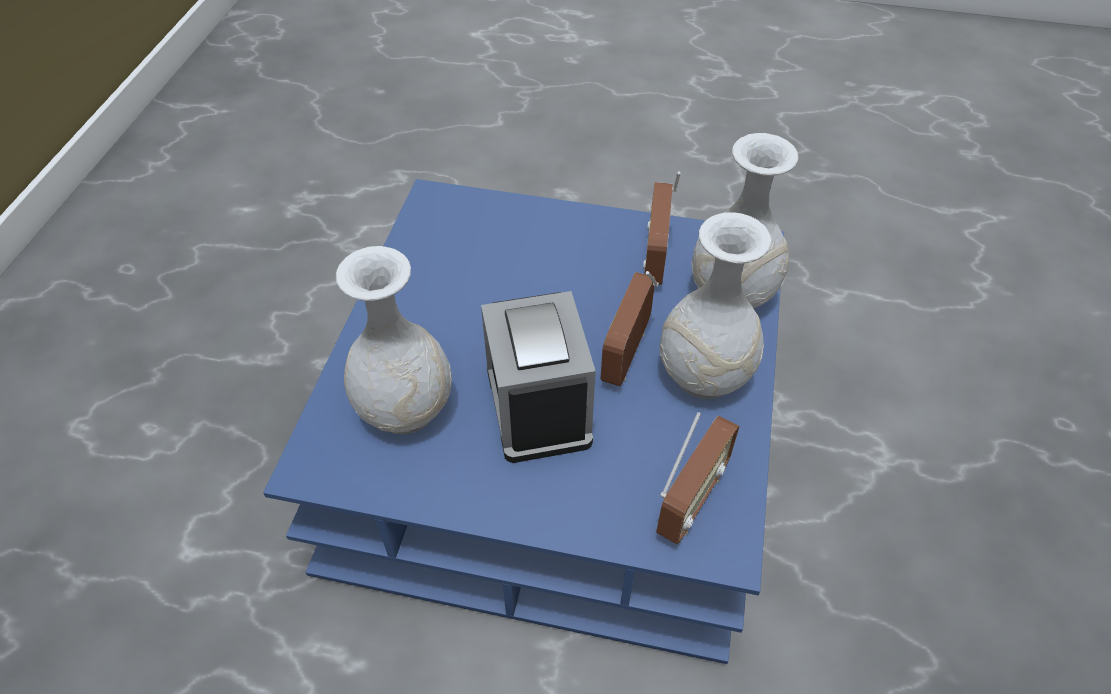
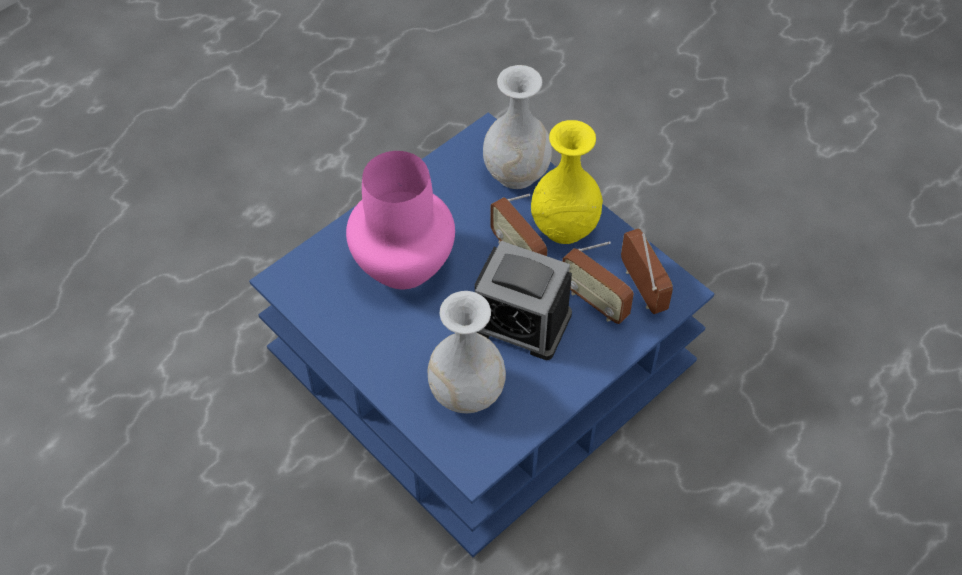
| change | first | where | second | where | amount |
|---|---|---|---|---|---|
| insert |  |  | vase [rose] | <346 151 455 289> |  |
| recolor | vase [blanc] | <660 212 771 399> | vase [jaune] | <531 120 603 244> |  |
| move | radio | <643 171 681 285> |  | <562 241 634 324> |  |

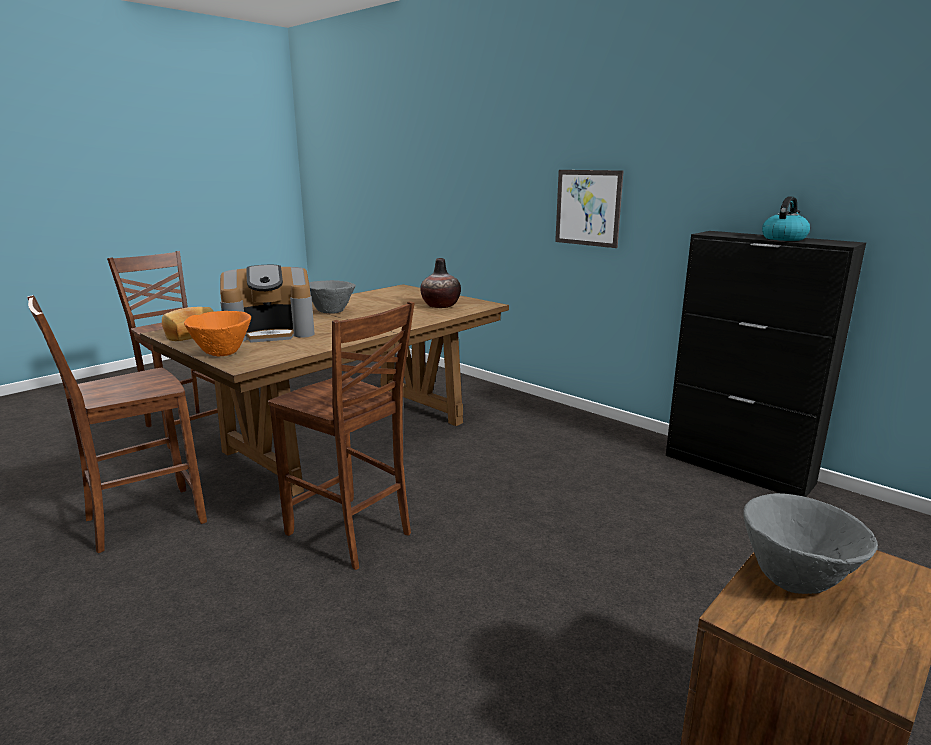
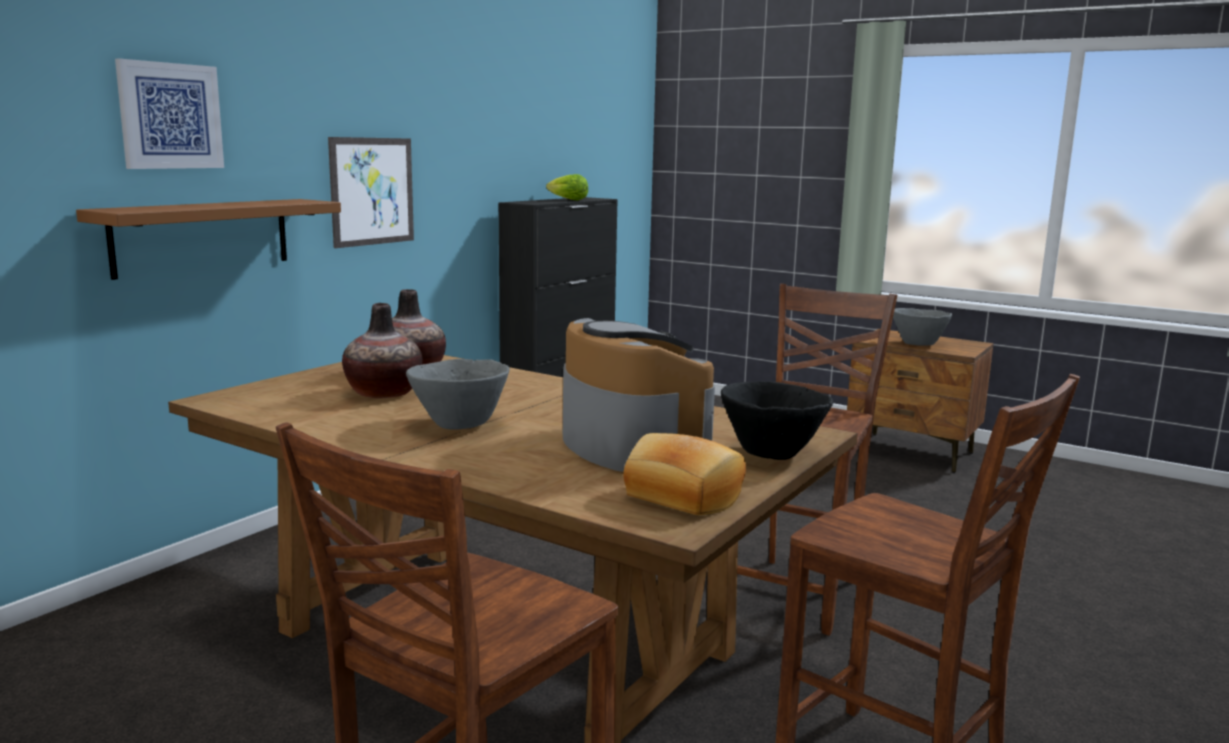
| change | first | where | second | where | amount |
|---|---|---|---|---|---|
| insert |  |  | étagère [marron] | <76 199 341 280> |  |
| insert |  |  | tableau | <115 58 224 169> |  |
| insert |  |  | vase | <342 303 422 399> |  |
| replace | bouilloire | <762 196 810 241> | laitue | <546 174 588 200> |  |
| recolor | bol [orange] | <184 311 251 356> | bol [noir] | <721 381 833 460> |  |

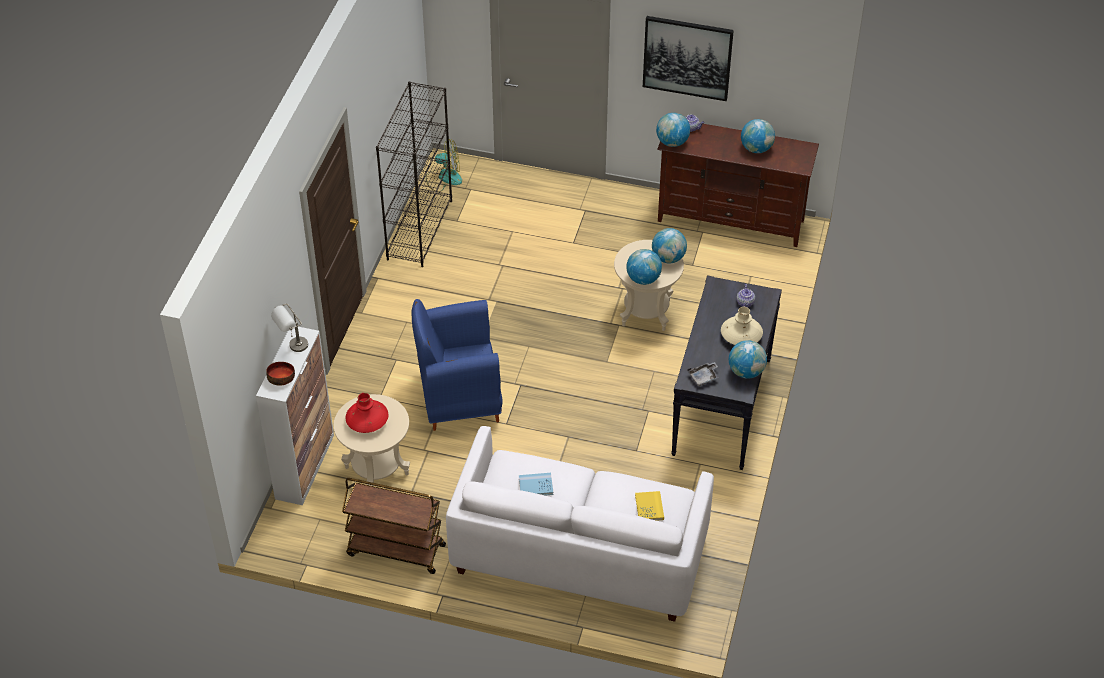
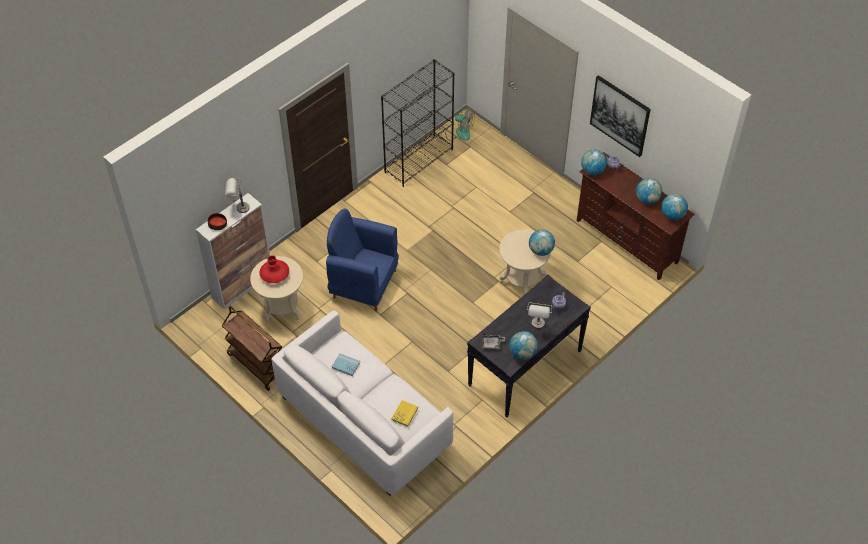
| change | first | where | second | where | amount |
|---|---|---|---|---|---|
| replace | vase [beige] | <721 307 763 345> | lampe de table [gris] | <527 302 552 329> |  |
| move | globe | <626 249 662 285> |  | <661 194 688 220> |  |

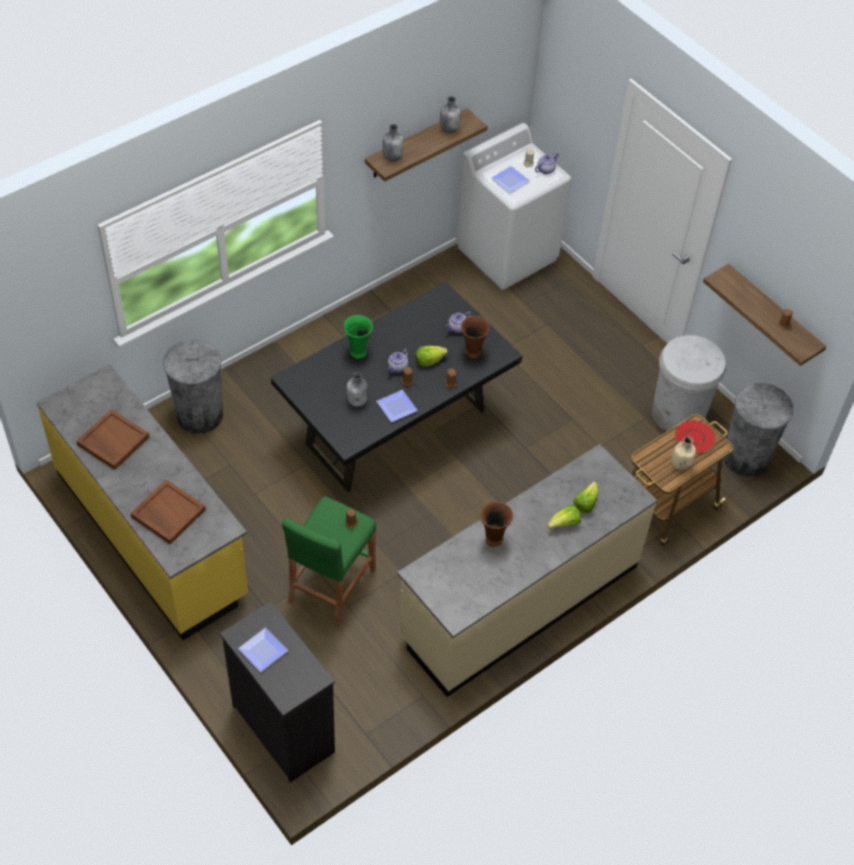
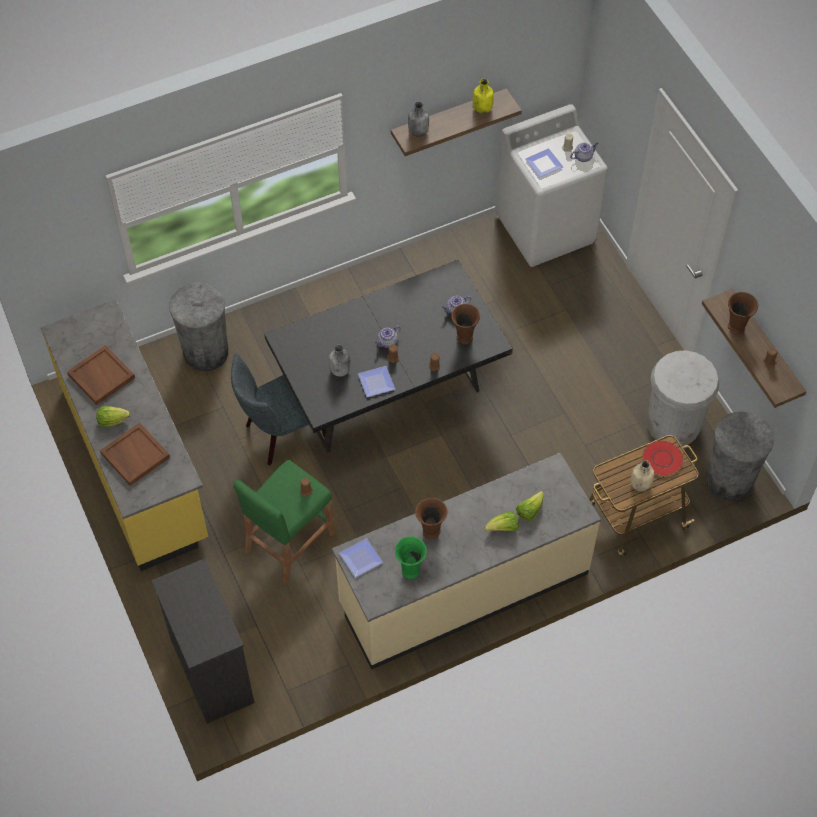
| change | first | where | second | where | amount |
|---|---|---|---|---|---|
| move | laitue | <416 346 448 367> |  | <96 406 130 427> |  |
| insert |  |  | chaise [gris] | <231 353 326 465> |  |
| move | assiette | <238 628 288 672> |  | <339 538 383 578> |  |
| move | vase [vert] | <344 315 373 359> |  | <395 536 427 579> |  |
| recolor | bouteille [gris] | <440 96 461 133> | bouteille [jaune] | <473 79 494 114> |  |
| insert |  |  | vase [marron] | <728 292 758 335> |  |

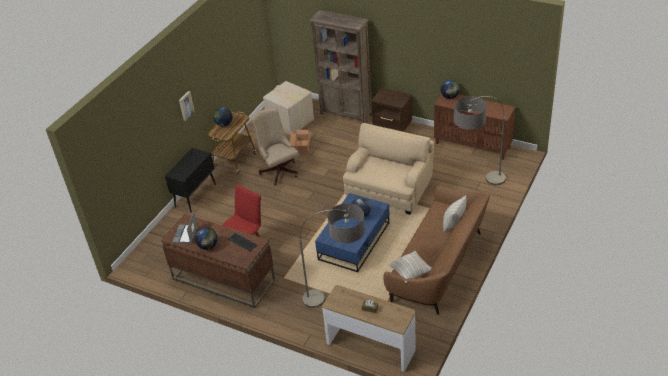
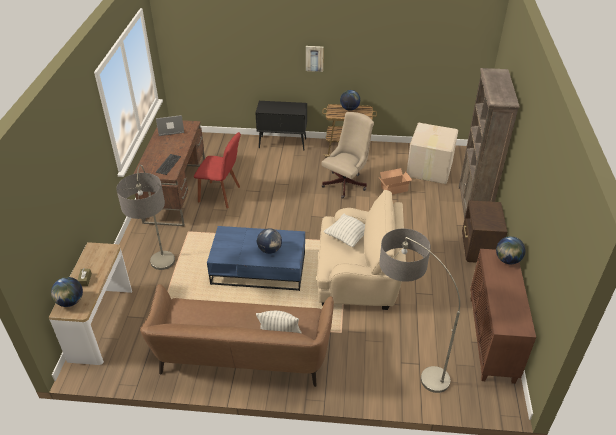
| change | first | where | second | where | amount |
|---|---|---|---|---|---|
| move | globe | <195 227 218 250> |  | <51 277 83 307> |  |
| move | coussin | <388 251 432 283> |  | <323 214 365 247> |  |

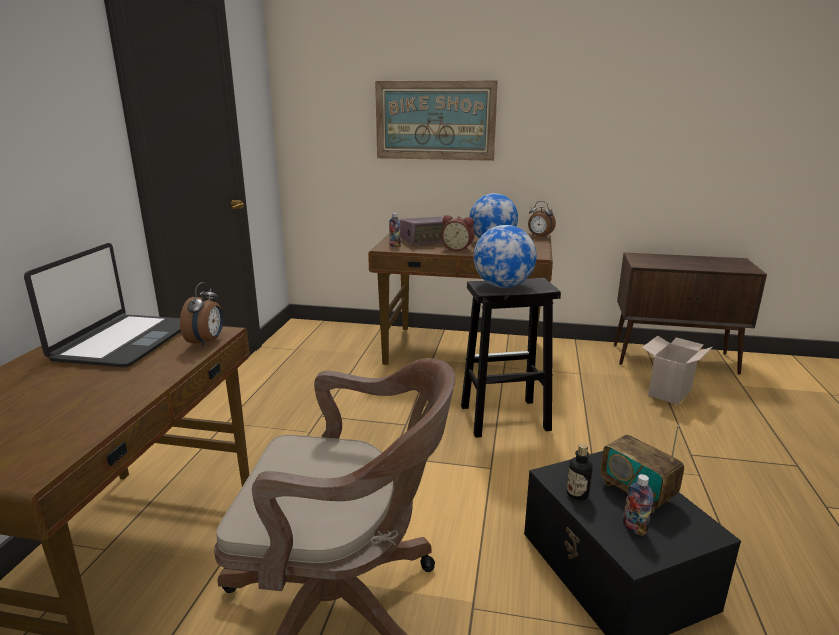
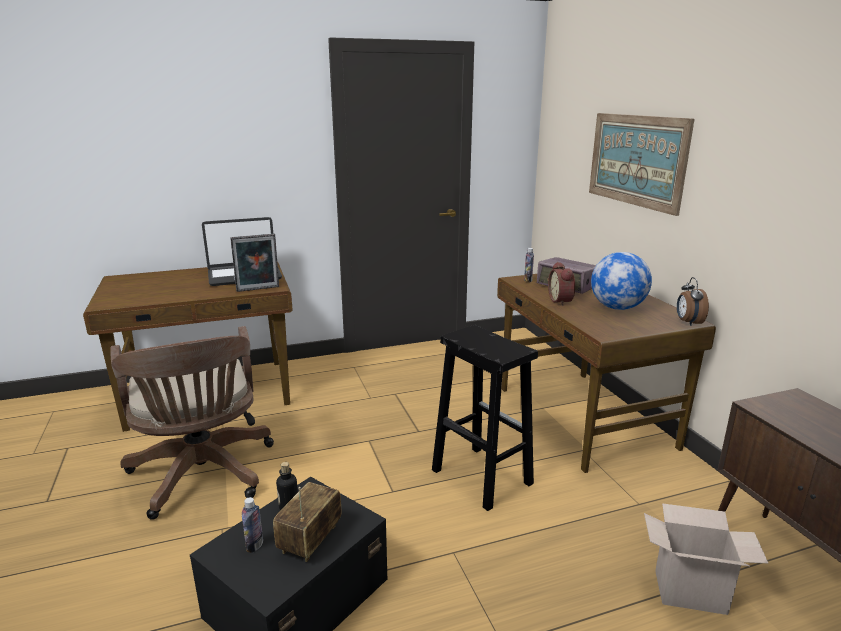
| change | first | where | second | where | amount |
|---|---|---|---|---|---|
| replace | réveil | <180 282 223 347> | cadre photo | <230 234 279 292> |  |
| delete | globe | <474 225 536 288> |  |  |  |

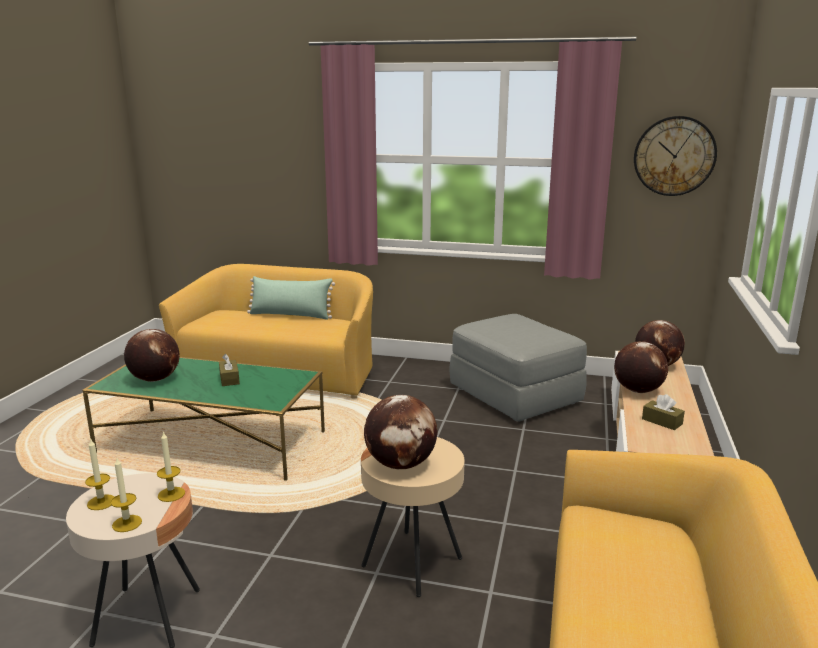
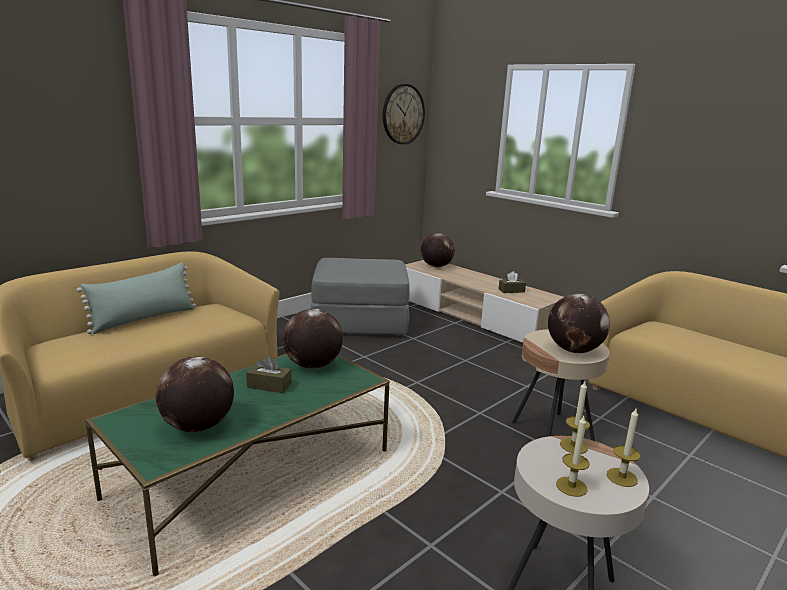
| change | first | where | second | where | amount |
|---|---|---|---|---|---|
| move | globe | <614 341 668 393> |  | <283 309 343 369> |  |

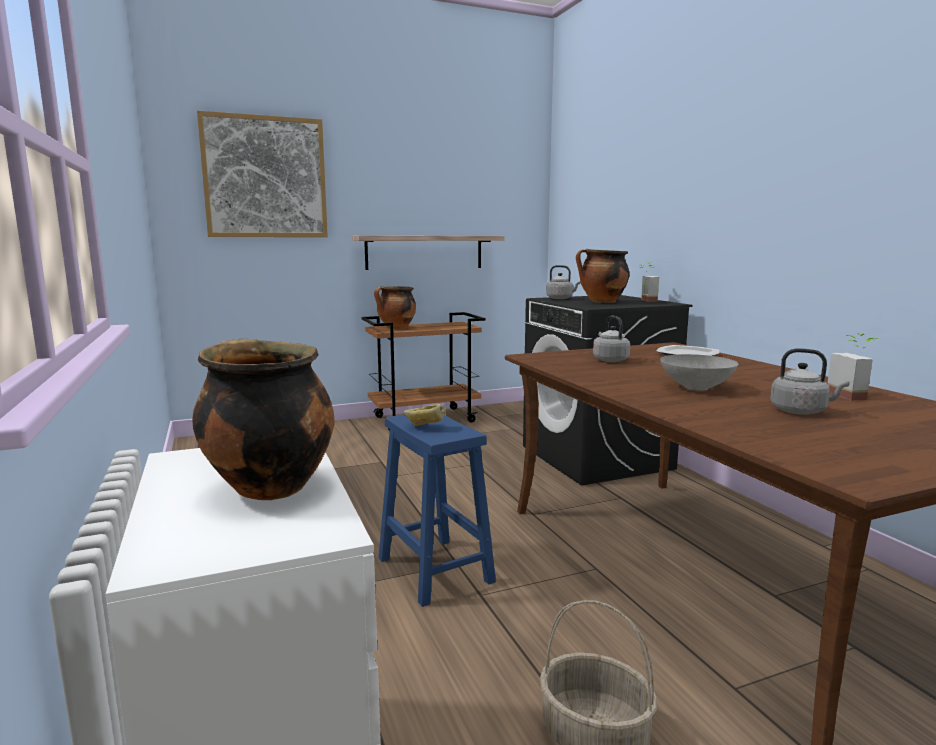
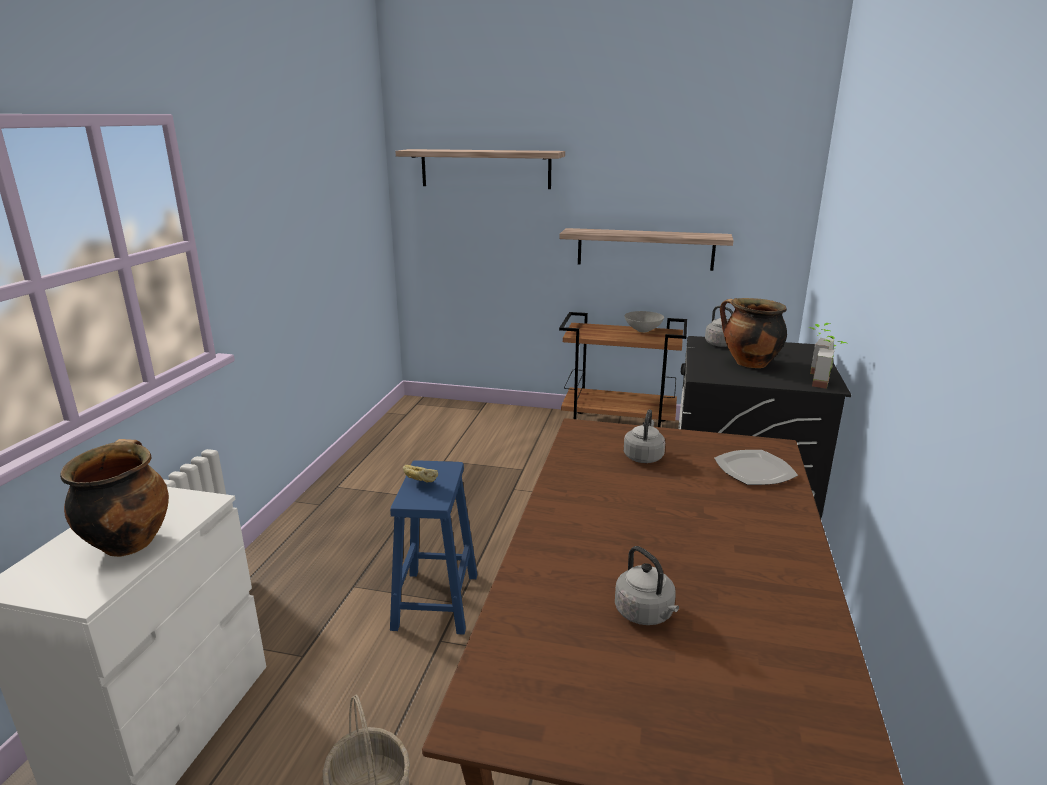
| change | first | where | second | where | amount |
|---|---|---|---|---|---|
| replace | tableau | <197 111 328 237> | étagère | <395 149 565 189> |  |
| move | bol [gris] | <660 354 738 391> |  | <624 311 664 332> |  |
| move | plante en pot | <827 334 878 400> |  | <812 336 847 389> |  |
| delete | marmite | <374 286 416 329> |  |  |  |

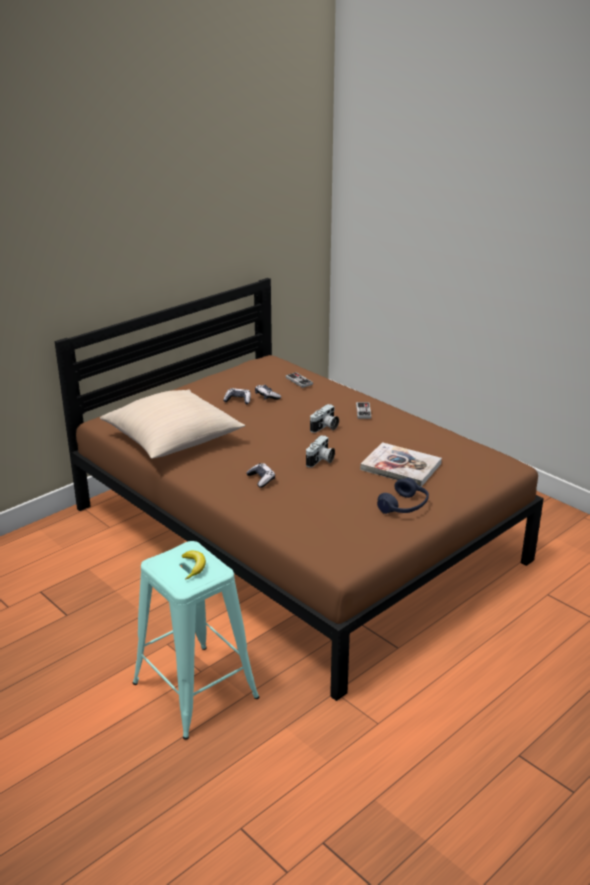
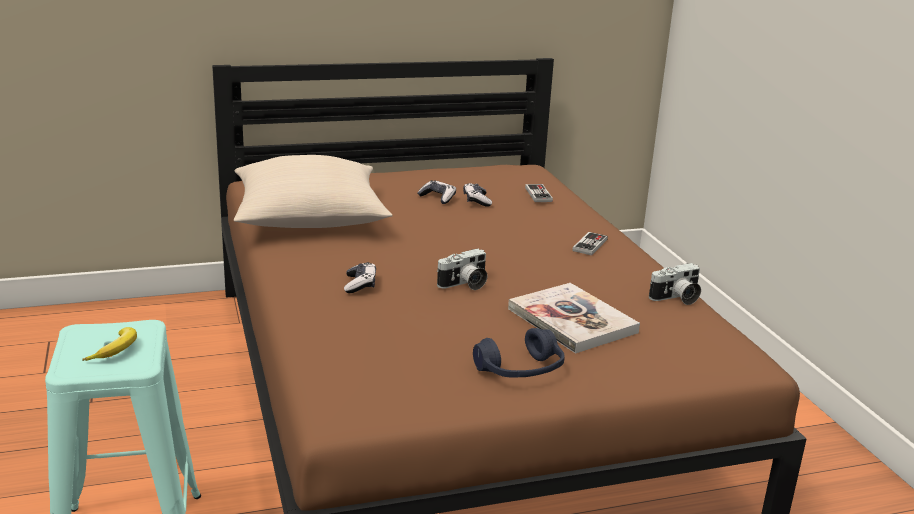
| change | first | where | second | where | amount |
|---|---|---|---|---|---|
| move | appareil photo | <310 404 339 433> |  | <649 263 701 305> |  |

